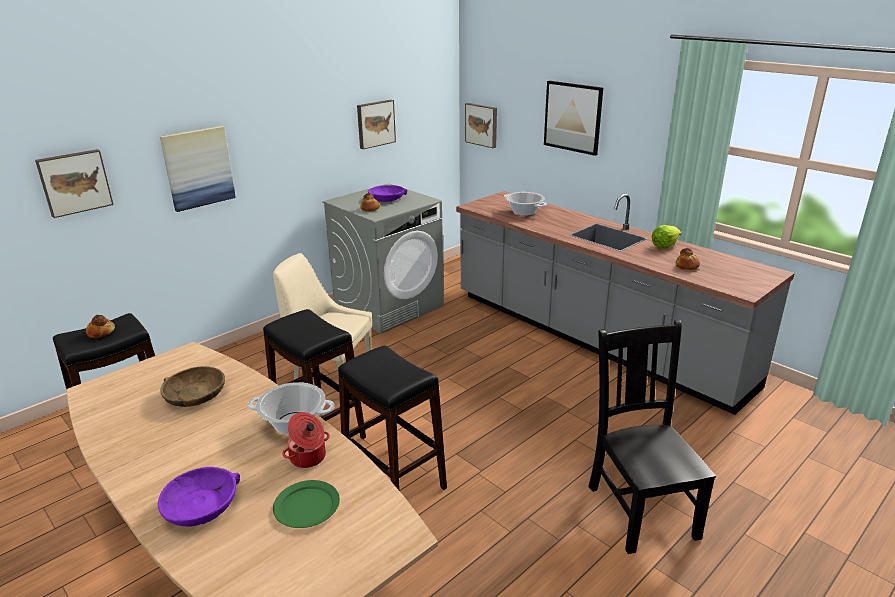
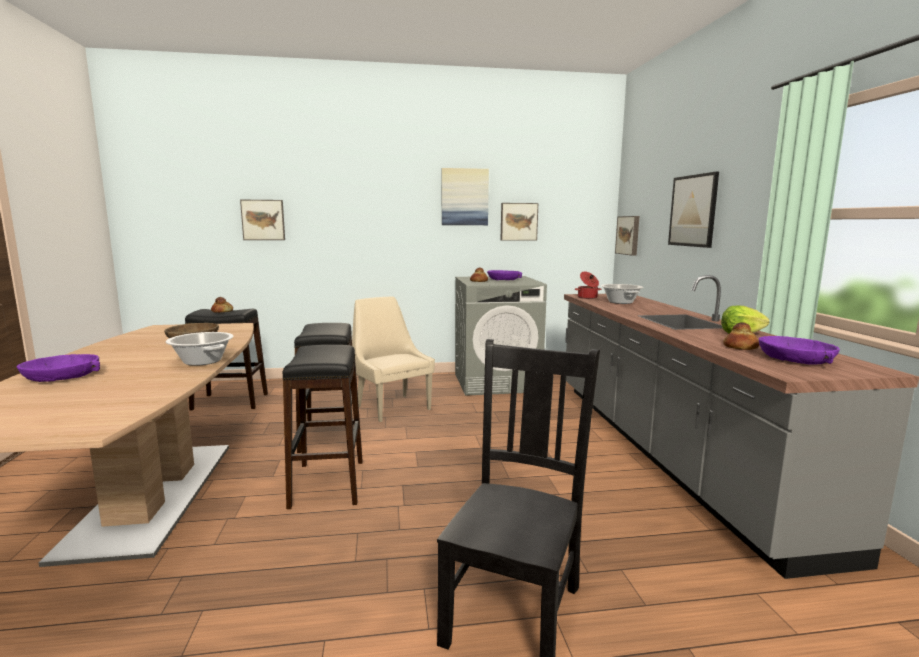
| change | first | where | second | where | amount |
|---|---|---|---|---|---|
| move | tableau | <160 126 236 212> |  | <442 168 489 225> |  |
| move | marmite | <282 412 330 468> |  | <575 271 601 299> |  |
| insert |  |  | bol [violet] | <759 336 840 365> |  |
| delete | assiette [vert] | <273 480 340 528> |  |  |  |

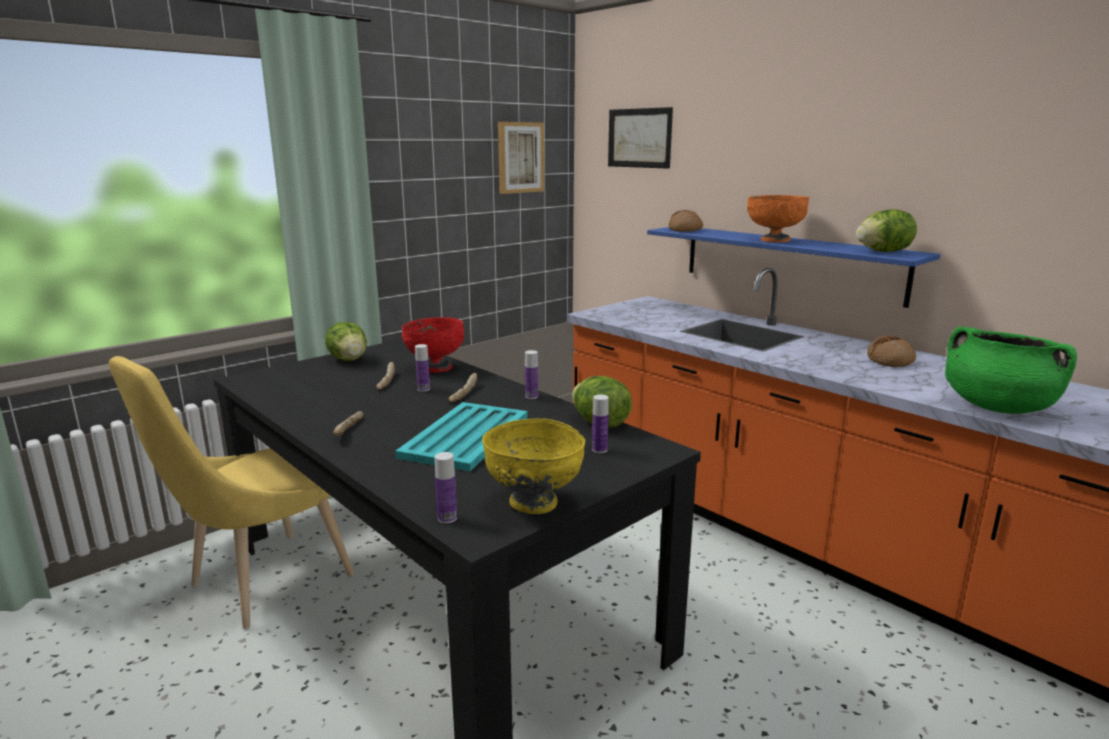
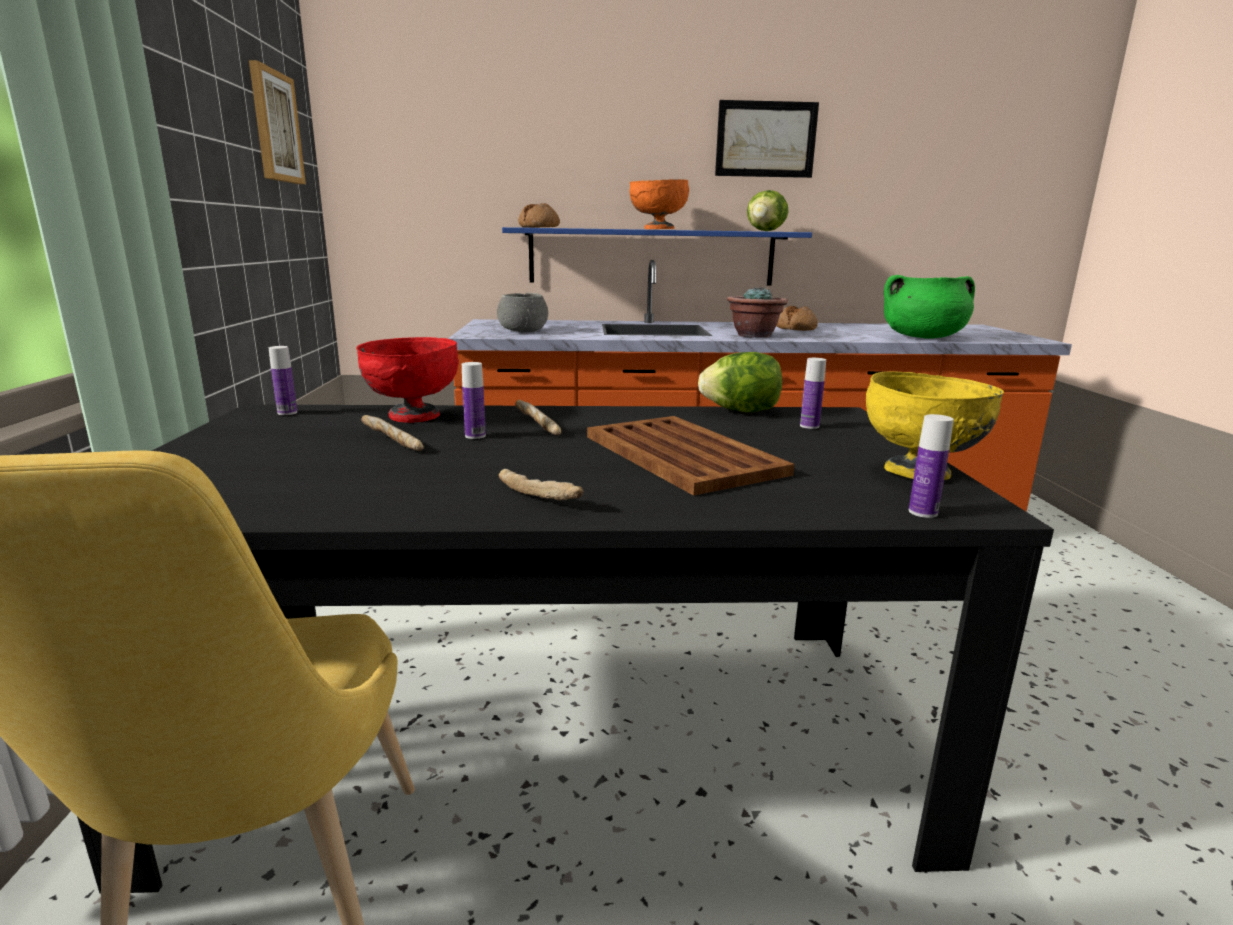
| change | first | where | second | where | amount |
|---|---|---|---|---|---|
| move | bouteille | <525 350 538 399> |  | <269 346 297 415> |  |
| insert |  |  | bol [gris] | <497 293 548 332> |  |
| recolor | plateau [turquoise] | <395 402 528 471> | plateau [marron] | <587 416 795 496> |  |
| move | tableau | <608 107 673 169> |  | <715 100 819 178> |  |
| insert |  |  | plante en pot | <727 286 788 337> |  |
| delete | laitue | <325 322 367 361> |  |  |  |

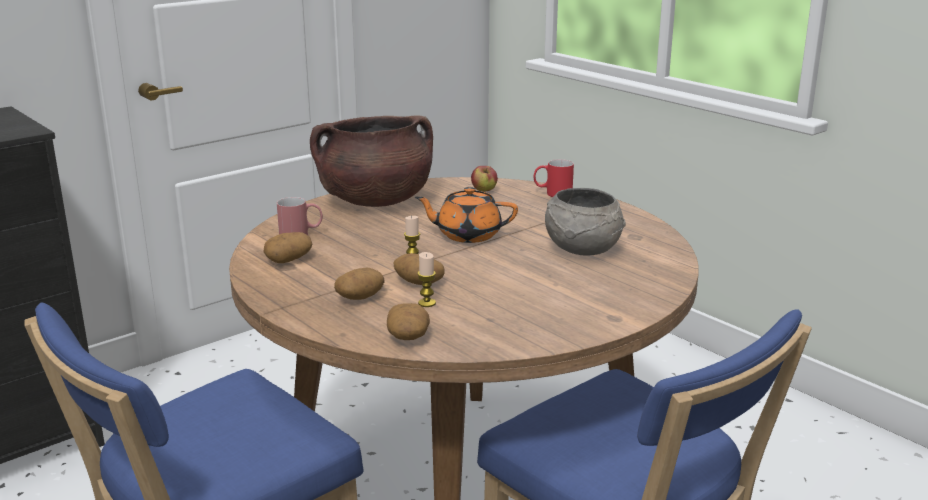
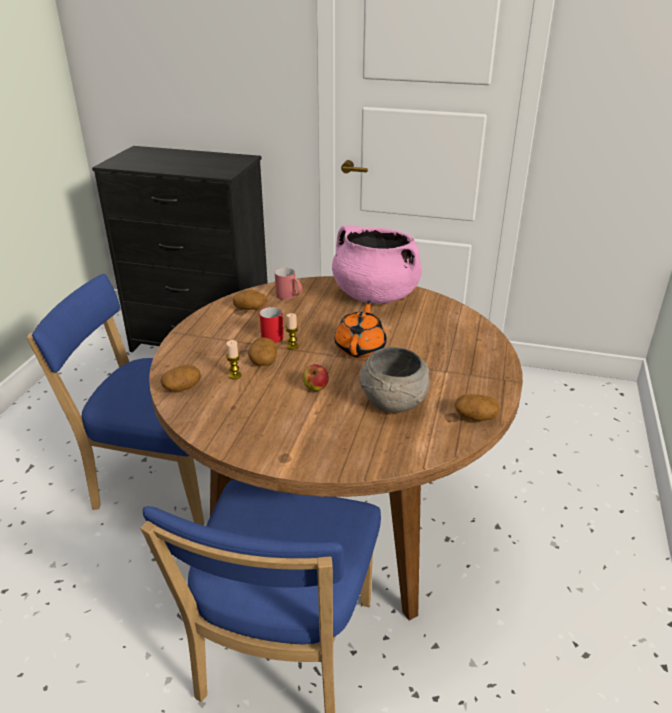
| change | first | where | second | where | amount |
|---|---|---|---|---|---|
| move | mug [rouge] | <534 159 574 197> |  | <260 307 284 343> |  |
| move | pomme | <471 166 498 192> |  | <302 364 328 391> |  |
| recolor | marmite [marron] | <310 115 433 207> | marmite [rose] | <332 225 422 304> |  |
| rotate | théière [orange] | <415 187 518 243> |  | <335 300 387 358> | 45 degrees clockwise |
| move | pomme de terre | <334 267 385 300> |  | <455 394 499 421> |  |

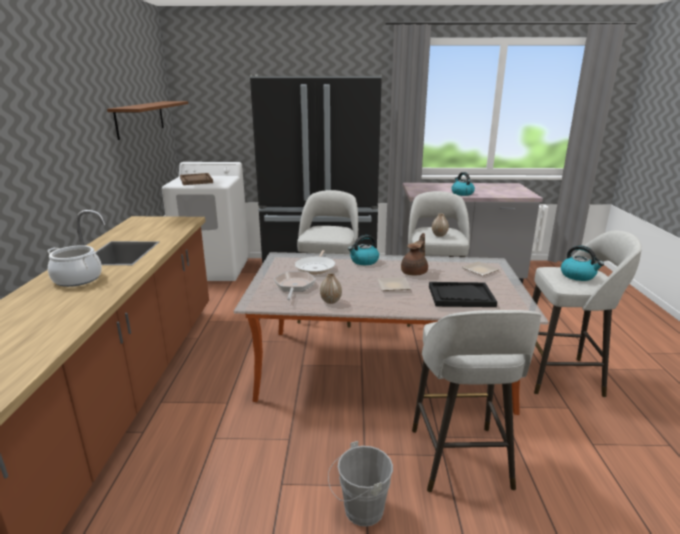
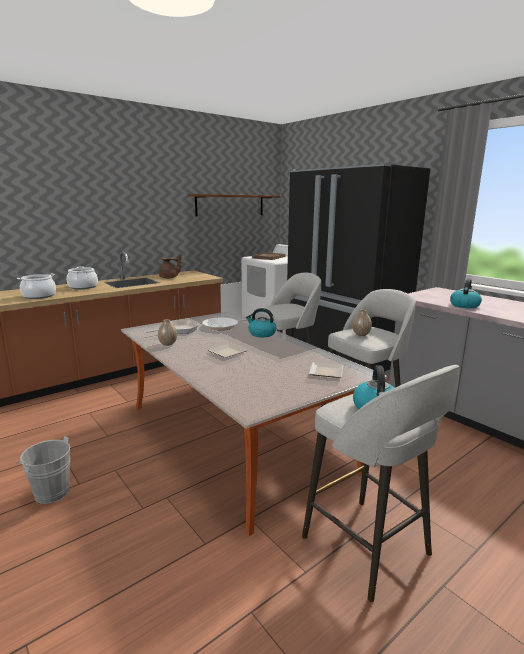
| change | first | where | second | where | amount |
|---|---|---|---|---|---|
| insert |  |  | marmite | <17 274 56 299> |  |
| move | théière [marron] | <401 233 428 275> |  | <159 254 182 278> |  |
| delete | tabouret [gris] | <412 310 541 492> |  |  |  |
| delete | plateau [noir] | <429 282 497 307> |  |  |  |

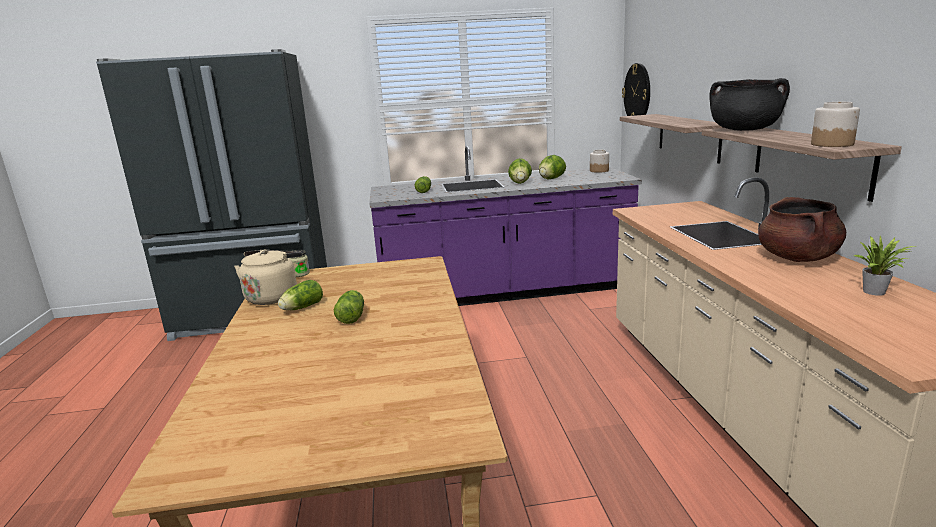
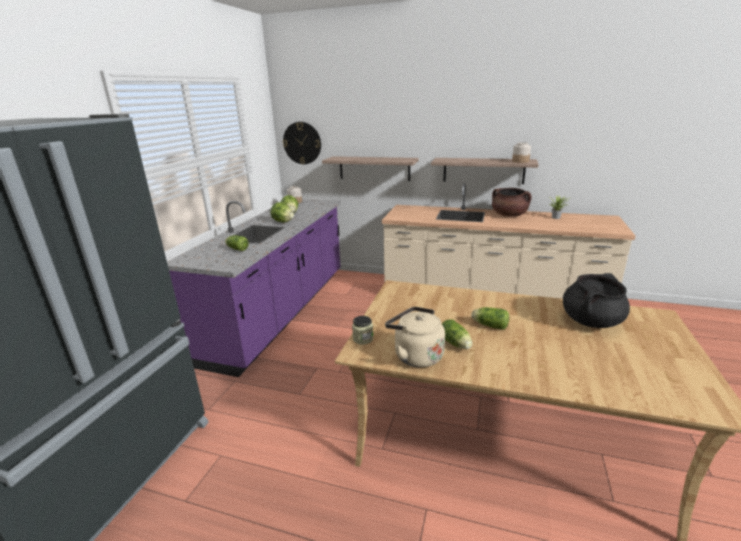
| change | first | where | second | where | amount |
|---|---|---|---|---|---|
| move | marmite [noir] | <709 78 790 131> |  | <563 273 630 328> |  |

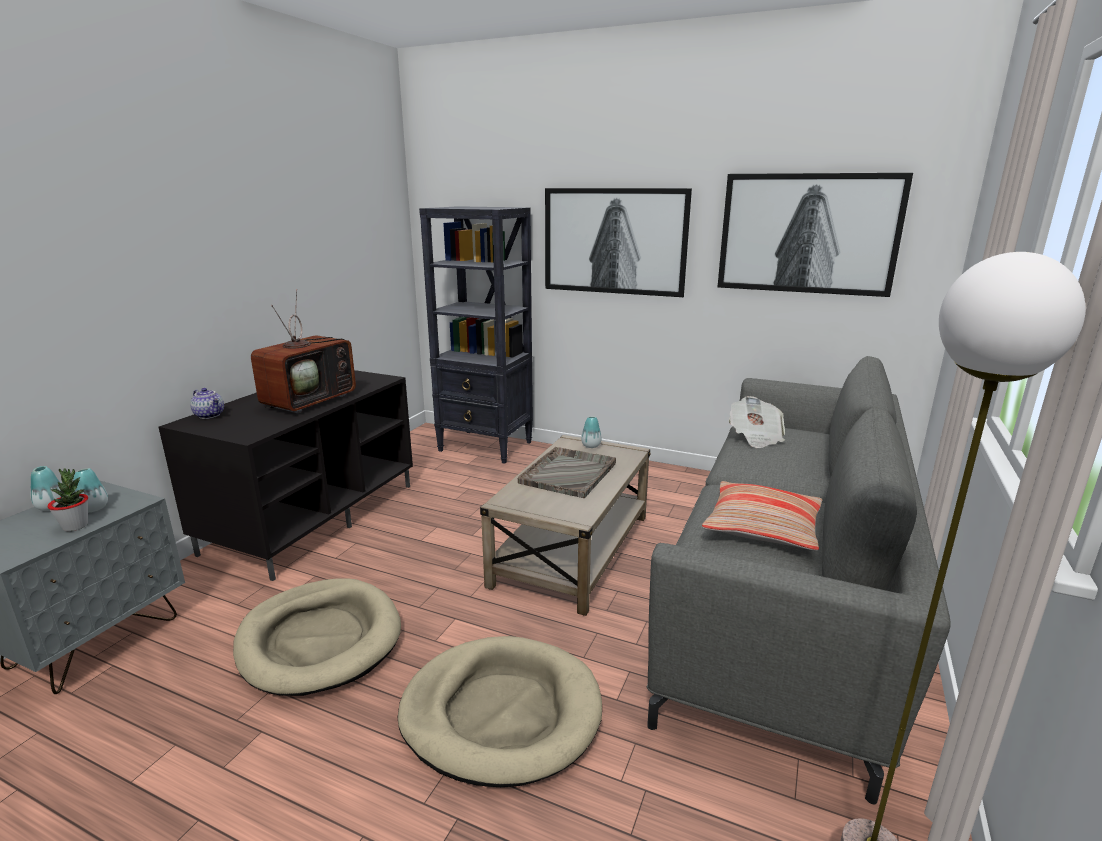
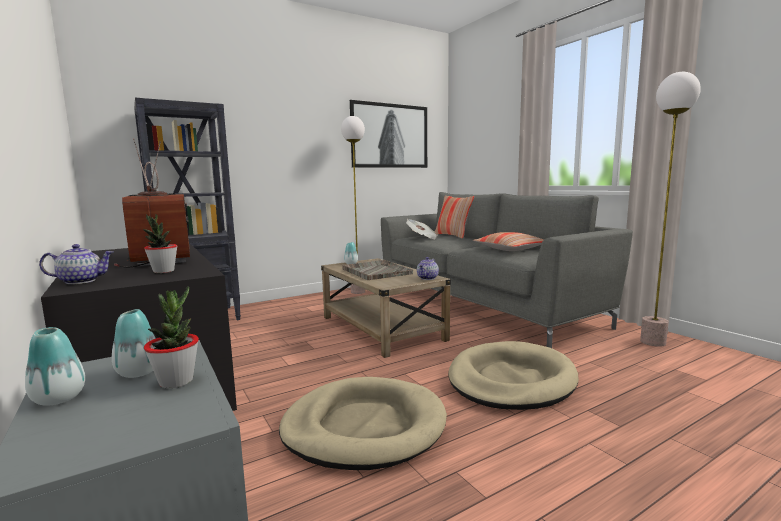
| change | first | where | second | where | amount |
|---|---|---|---|---|---|
| insert |  |  | plante en pot | <143 214 178 273> |  |
| insert |  |  | lampadaire | <341 116 366 294> |  |
| insert |  |  | théière | <417 257 439 280> |  |
| insert |  |  | coussin | <435 196 474 239> |  |
| delete | tableau | <545 188 692 297> |  |  |  |

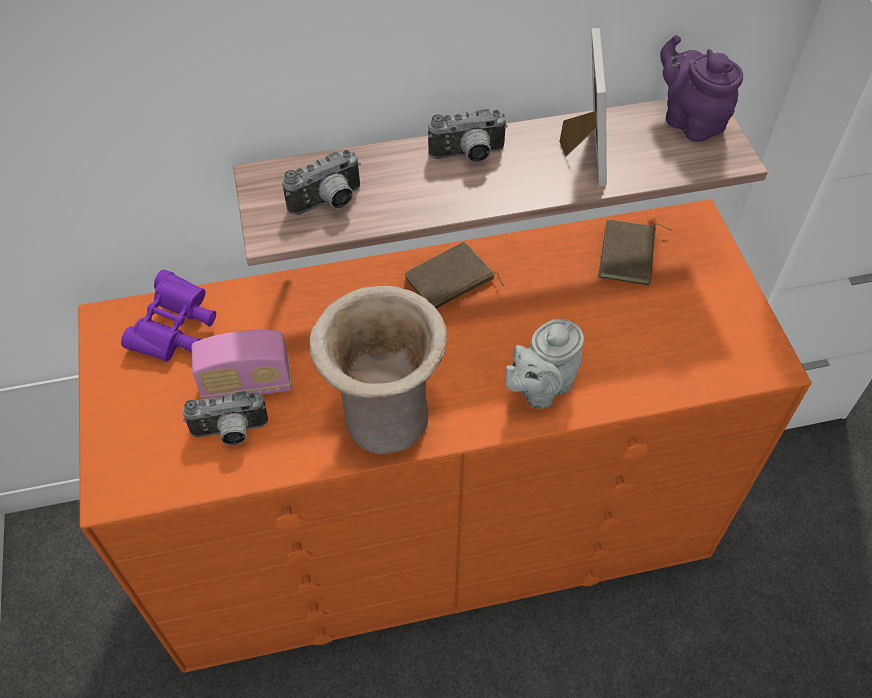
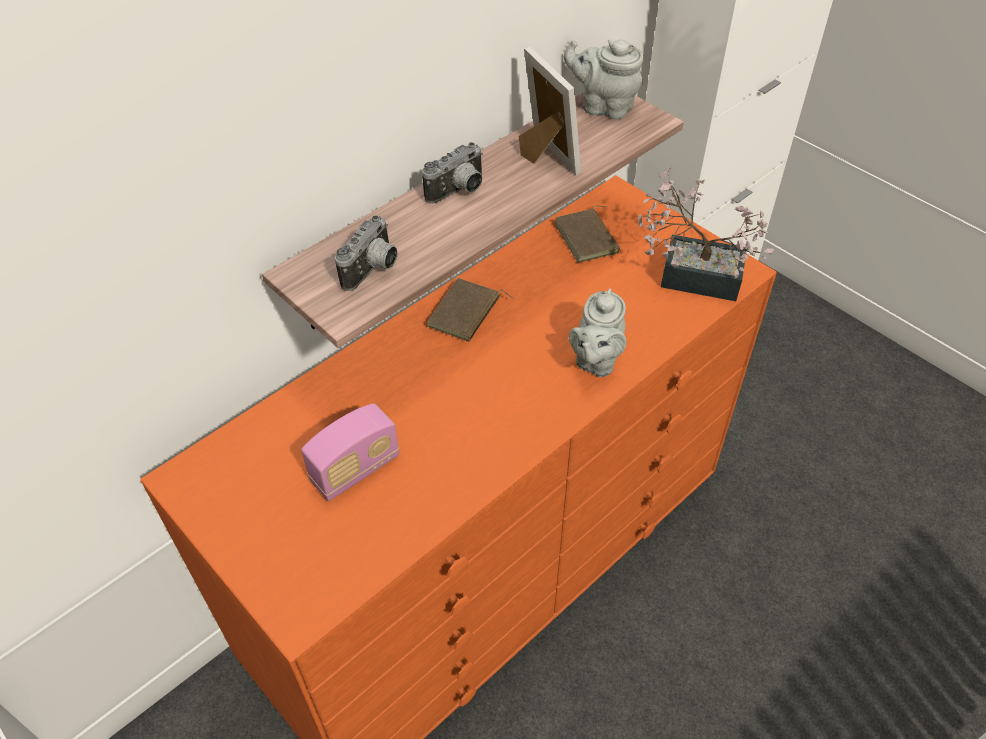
| change | first | where | second | where | amount |
|---|---|---|---|---|---|
| recolor | théière [violet] | <660 35 743 142> | théière [gris] | <564 39 643 120> |  |
| insert |  |  | plante en pot | <638 168 775 301> |  |
| delete | jumelles [violet] | <121 270 216 362> |  |  |  |
| delete | appareil photo | <183 391 268 445> |  |  |  |
| delete | vase [beige] | <309 286 447 454> |  |  |  |

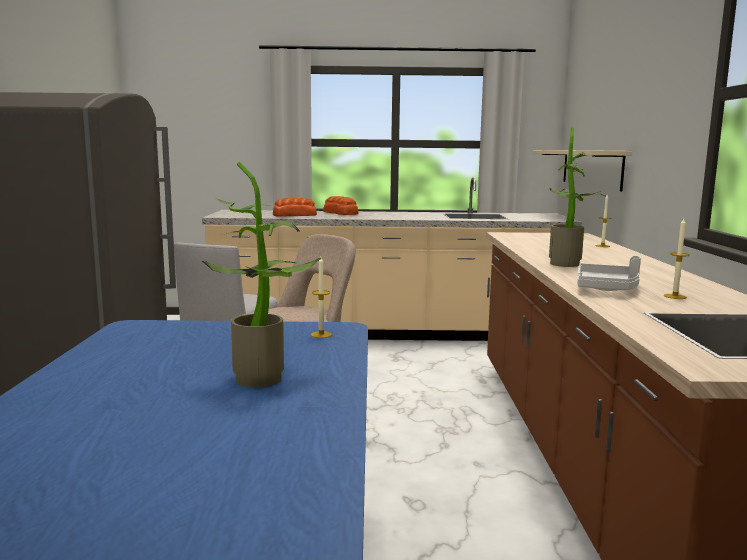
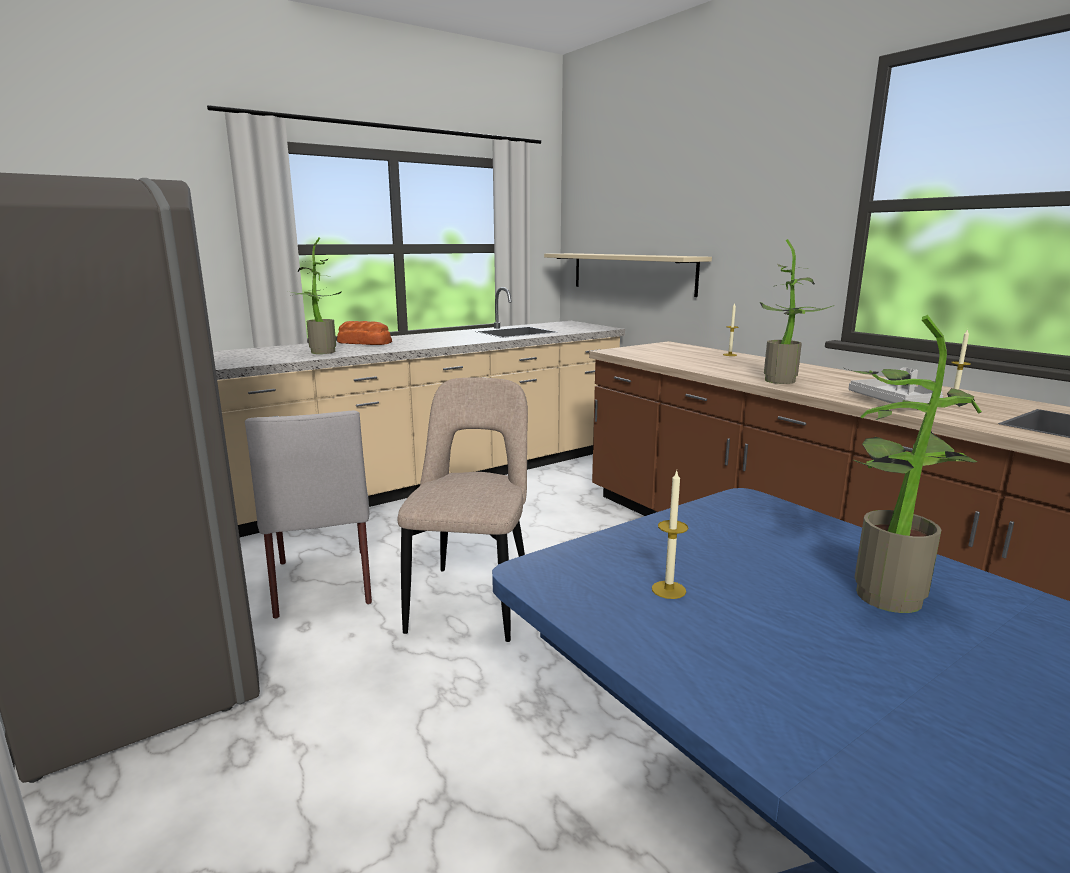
| change | first | where | second | where | amount |
|---|---|---|---|---|---|
| replace | pain | <273 198 317 217> | plante en pot | <288 238 341 354> |  |
| move | bougie | <311 257 332 338> |  | <652 471 688 599> |  |

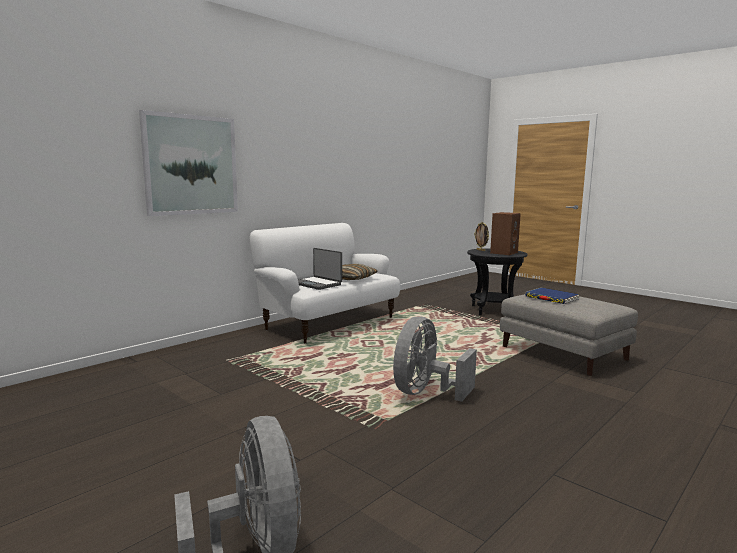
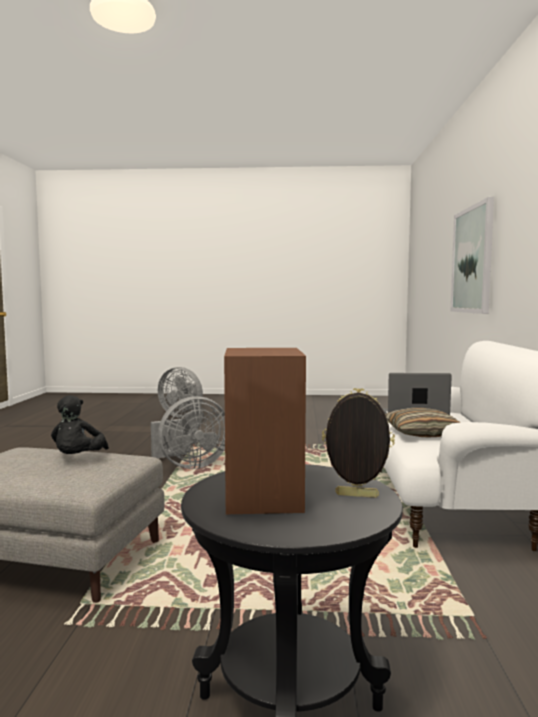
| change | first | where | second | where | amount |
|---|---|---|---|---|---|
| replace | livre [bleu] | <525 287 580 304> | peluche [noir] | <51 395 109 454> |  |
| rotate | ventilateur [gris] | <393 317 477 402> |  | <151 396 225 469> | 75 degrees clockwise |

